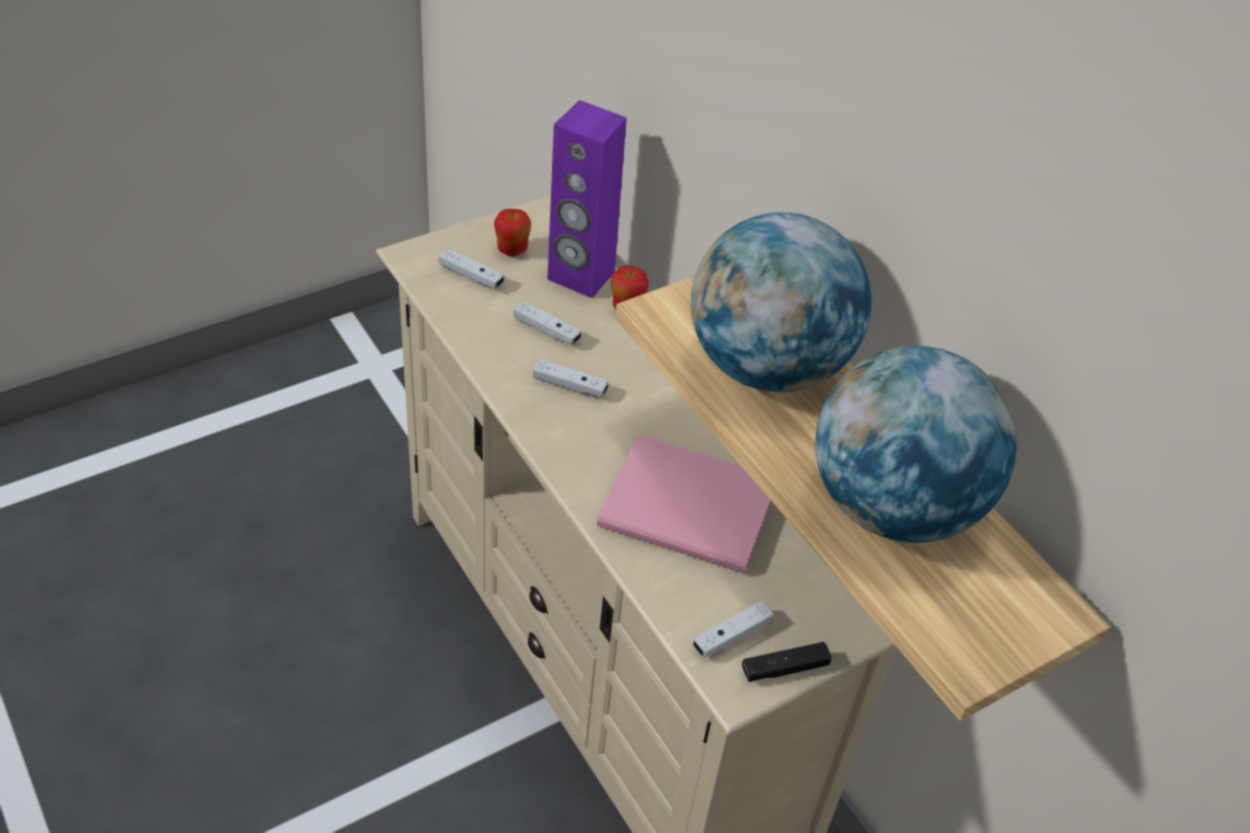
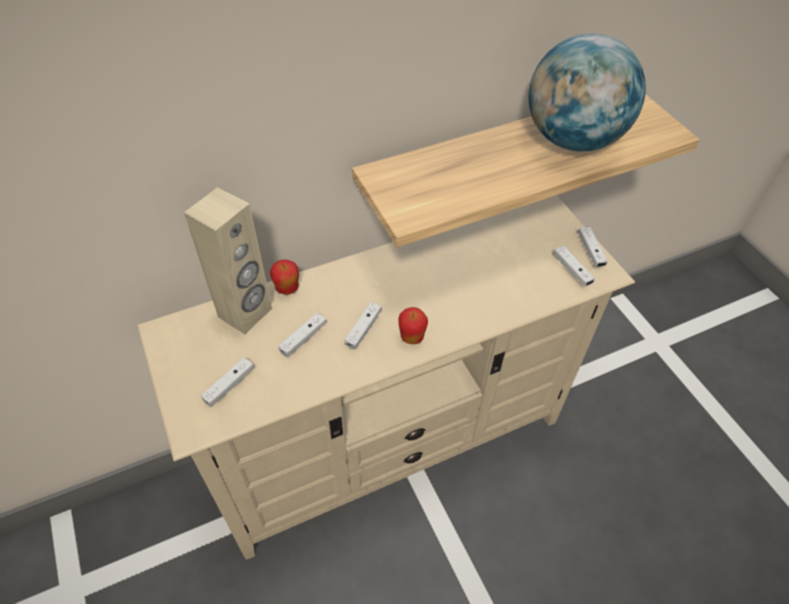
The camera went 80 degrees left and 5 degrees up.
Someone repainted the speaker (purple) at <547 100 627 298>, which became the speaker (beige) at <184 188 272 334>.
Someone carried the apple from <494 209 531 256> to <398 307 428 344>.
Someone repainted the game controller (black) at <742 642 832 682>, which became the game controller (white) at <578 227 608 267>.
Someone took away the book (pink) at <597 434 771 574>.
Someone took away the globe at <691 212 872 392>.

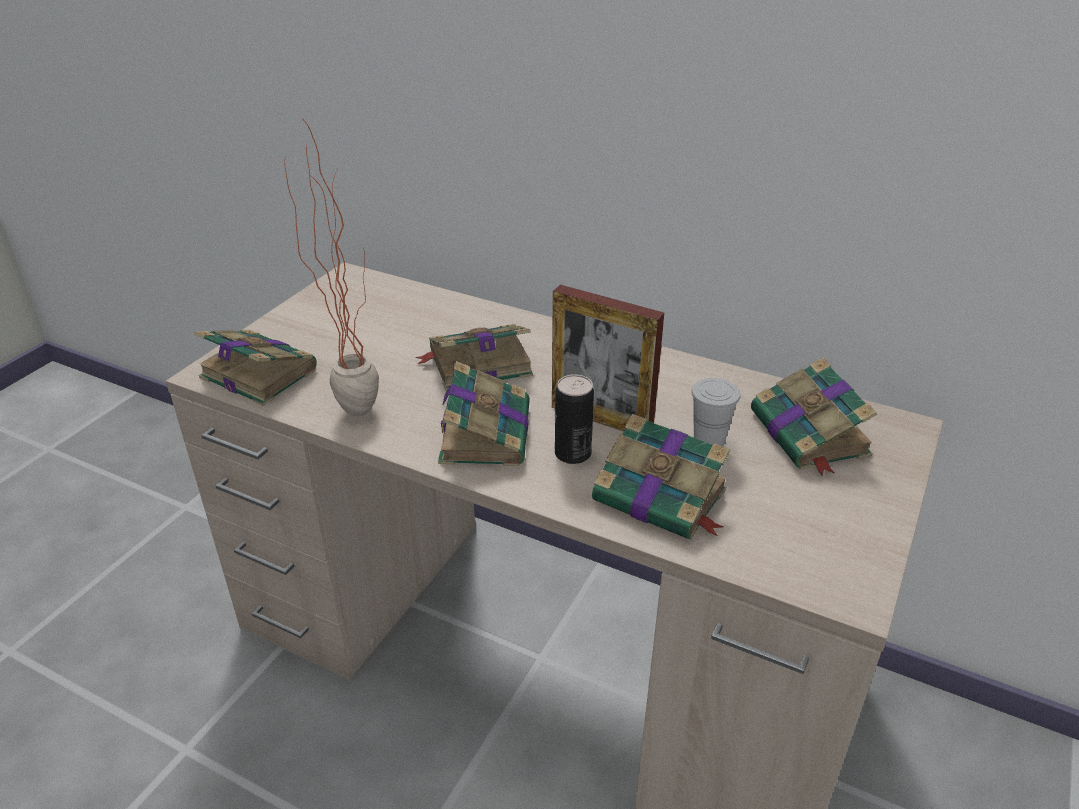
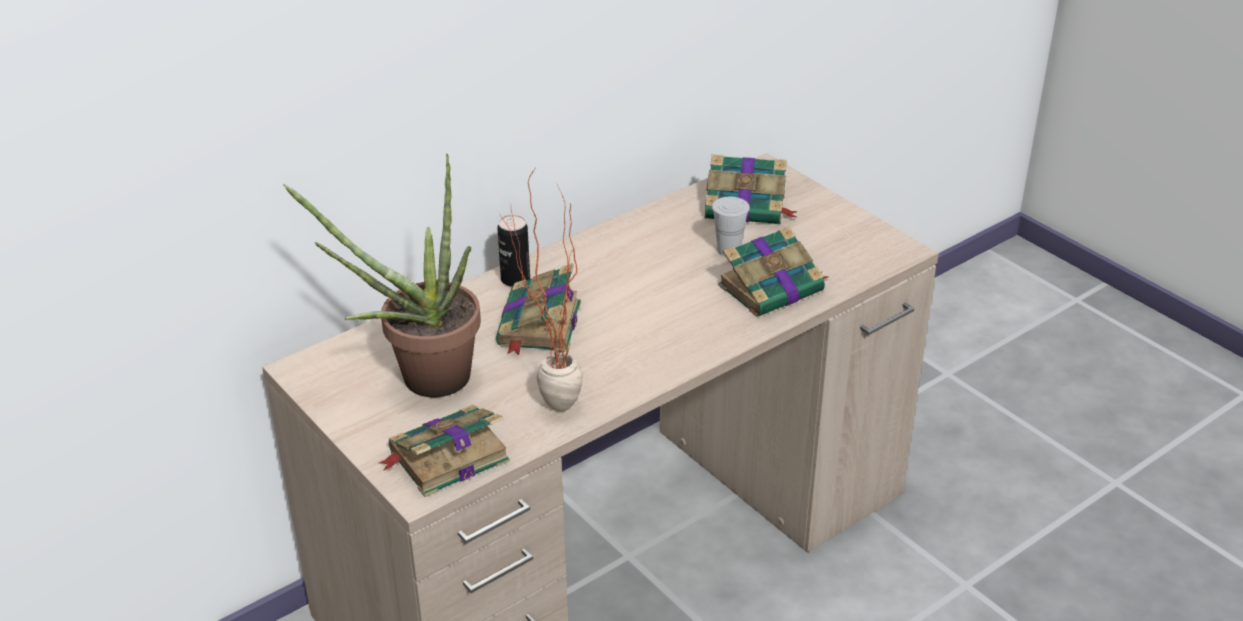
The camera went 65 degrees left and 0 degrees up.
Someone put down the potted plant at <283 154 481 397>.
Someone carried the can from <555 374 594 464> to <497 215 530 287>.
Someone took away the book at <438 361 530 466>.
Someone took away the picture frame at <552 285 664 431>.

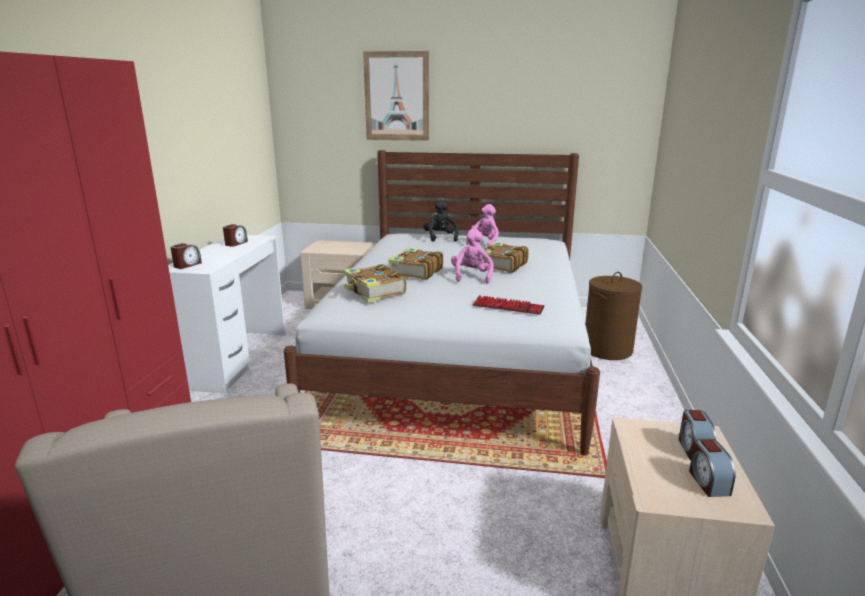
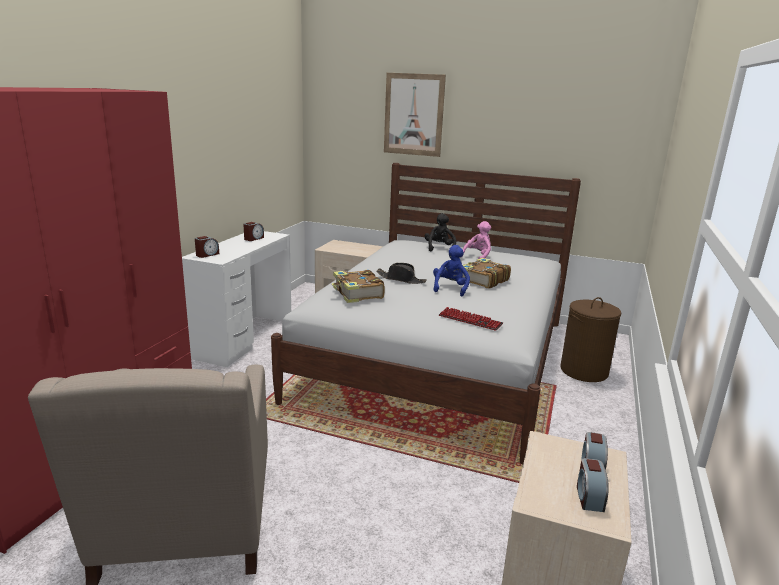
The camera went 10 degrees right and 0 degrees up.
Someone swapped the book at <388 248 444 280> for the hat (black) at <377 263 427 284>.
Someone repainted the plush toy (pink) at <451 228 494 284>, which became the plush toy (blue) at <433 245 470 296>.

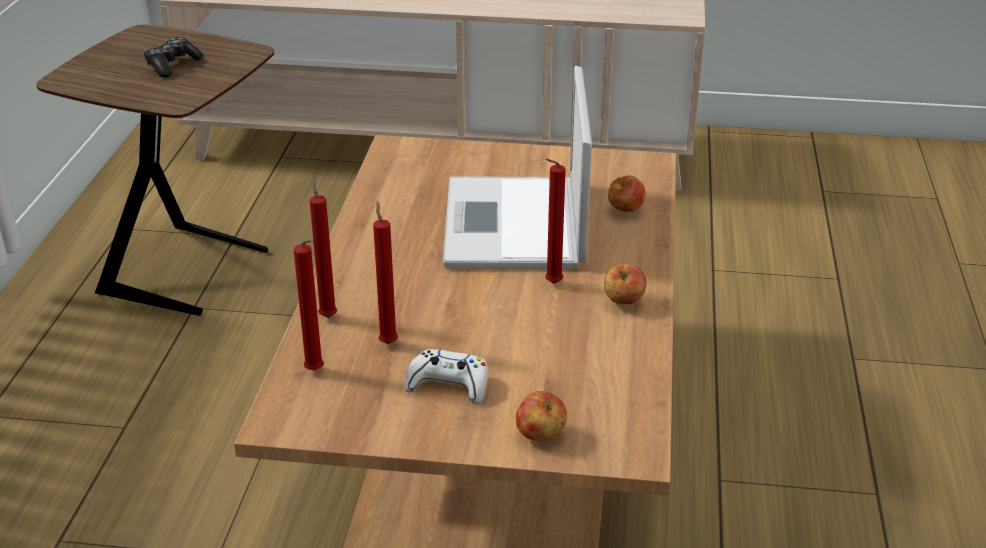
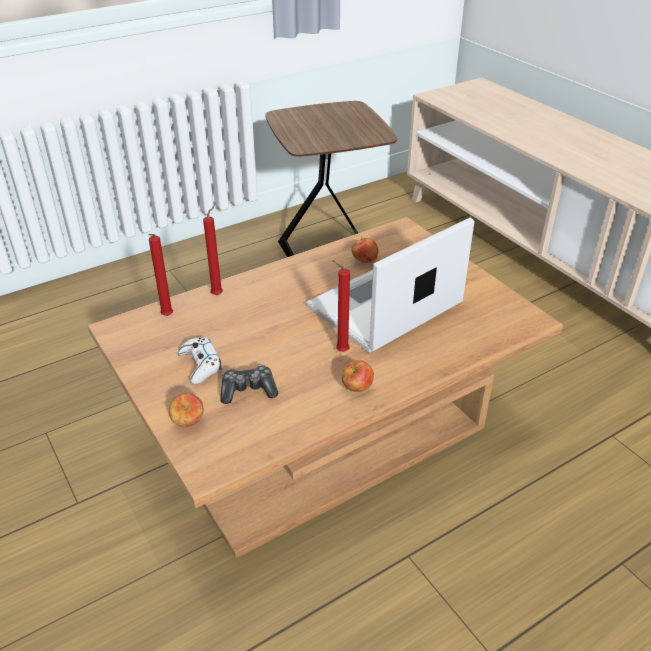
The camera went 50 degrees right and 5 degrees up.
Someone carried the game controller from <143 37 204 78> to <220 365 278 404>.
Someone carried the apple from <608 176 646 212> to <351 236 378 263>.
Someone took away the candle (red) at <373 201 398 344>.

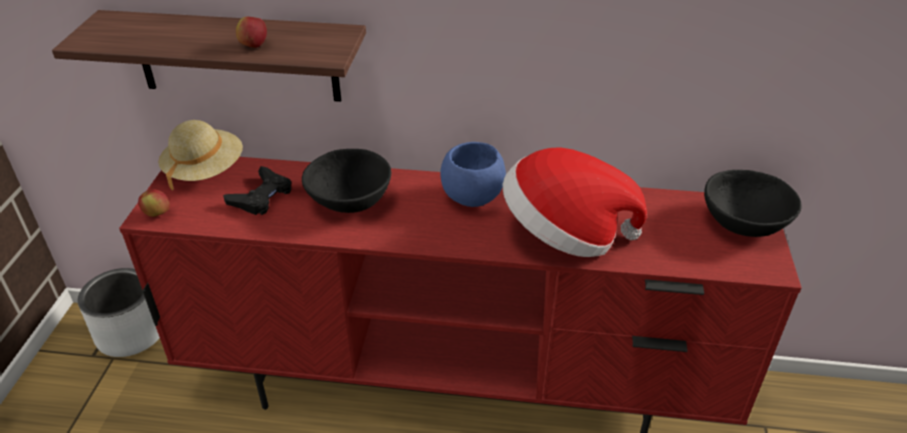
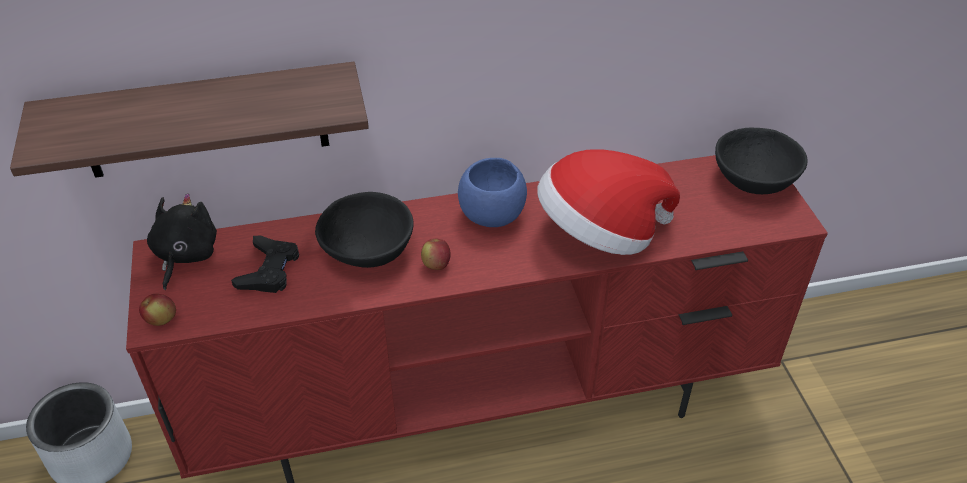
The camera went 20 degrees left and 5 degrees up.
Someone swapped the hat (beige) at <158 120 243 191> for the plush toy (black) at <147 193 217 290>.
Someone carried the apple from <236 17 267 48> to <421 239 451 270>.

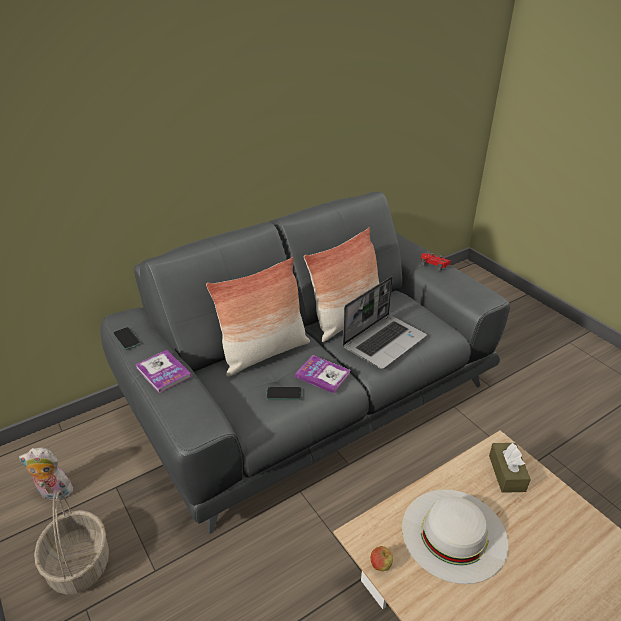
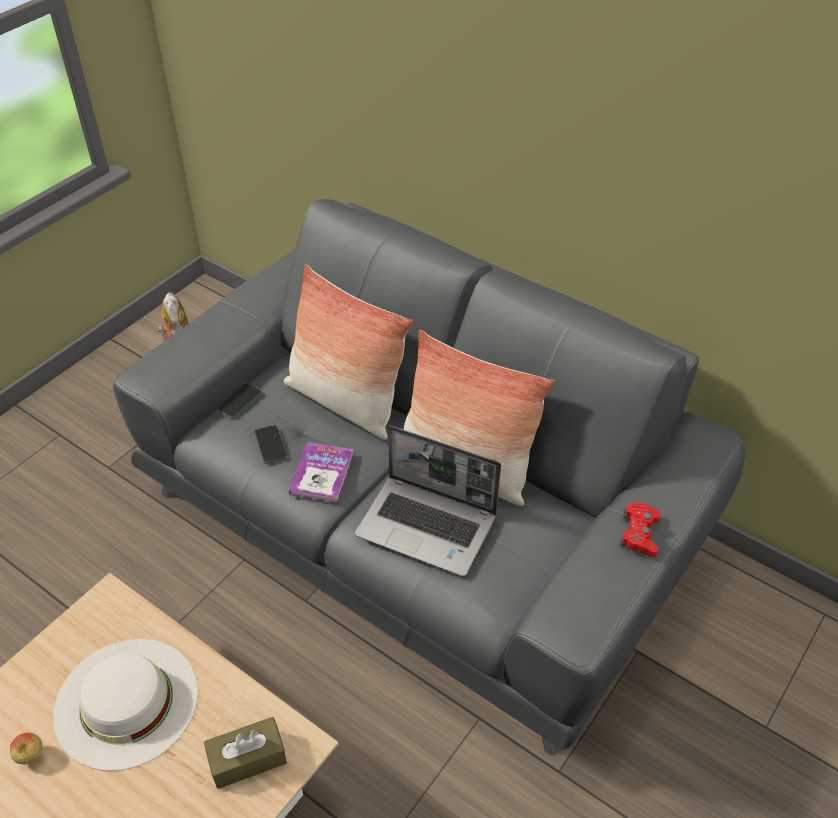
The camera went 70 degrees right and 10 degrees up.
Someone carried the apple from <371 546 393 571> to <10 732 42 764>.
Someone carried the phone from <113 327 141 350> to <217 383 262 419>.
Someone took away the basket at <34 491 109 594>.
Someone took away the book at <135 350 192 393>.

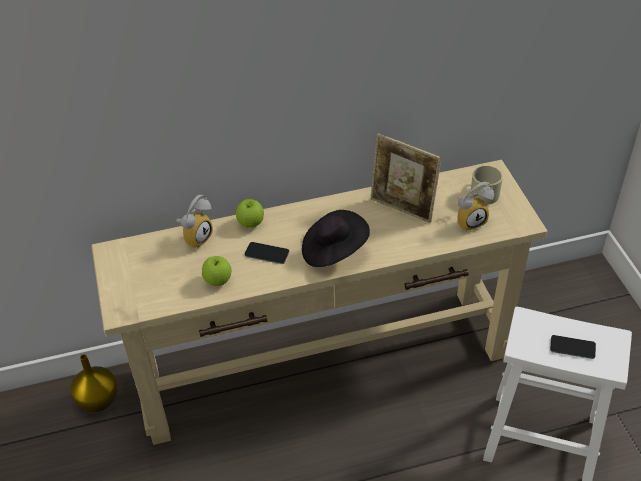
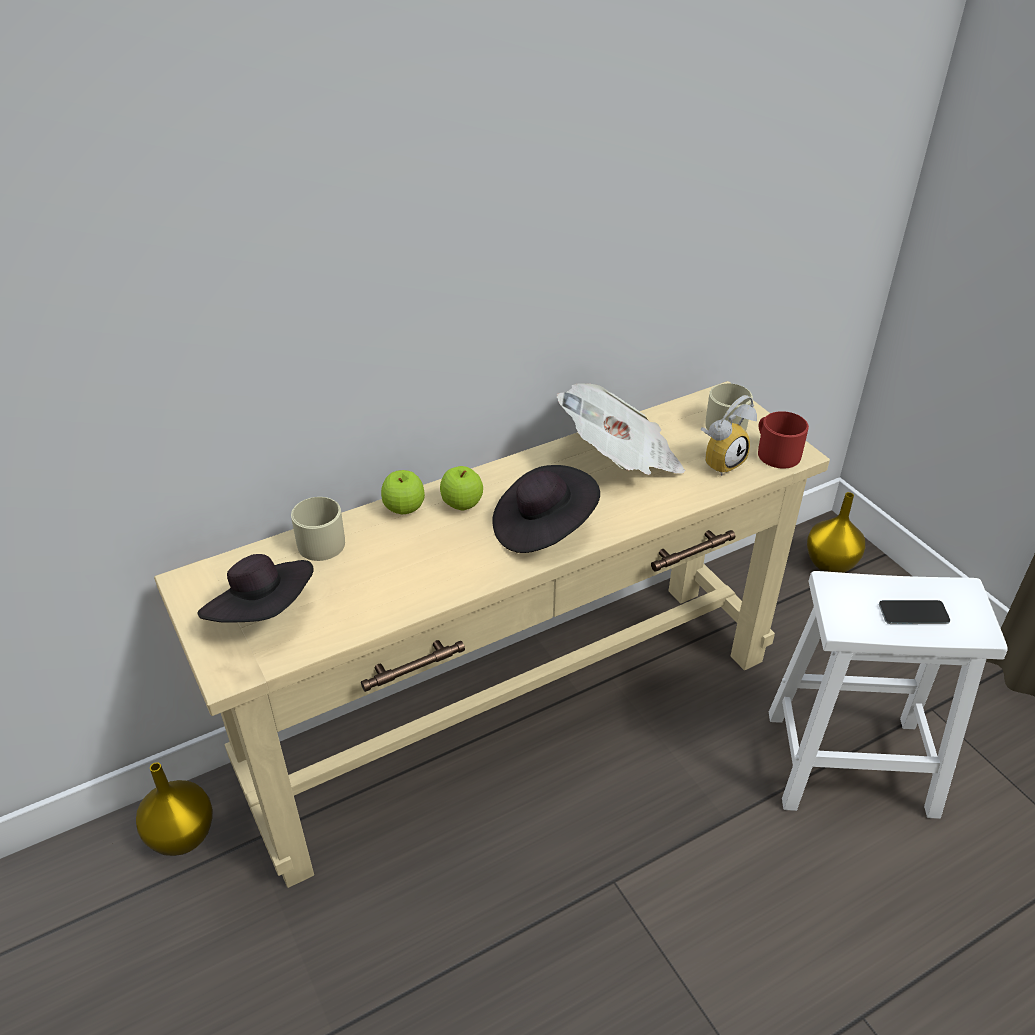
The camera went 15 degrees left and 5 degrees down.
Someone put down the hat (black) at <197 554 314 623>.
Someone swapped the alarm clock at <176 195 213 249> for the mug (beige) at <291 497 345 561>.
Someone carried the apple from <202 256 231 286> to <440 466 483 510>.
Someone swapped the picture frame at <371 133 442 223> for the newspaper at <557 383 685 475>.
Someone put down the mug (red) at <758 411 809 469>.
Someone put down the vase (yellow) at <807 492 865 573>.
Someone took away the phone at <244 242 289 264>.

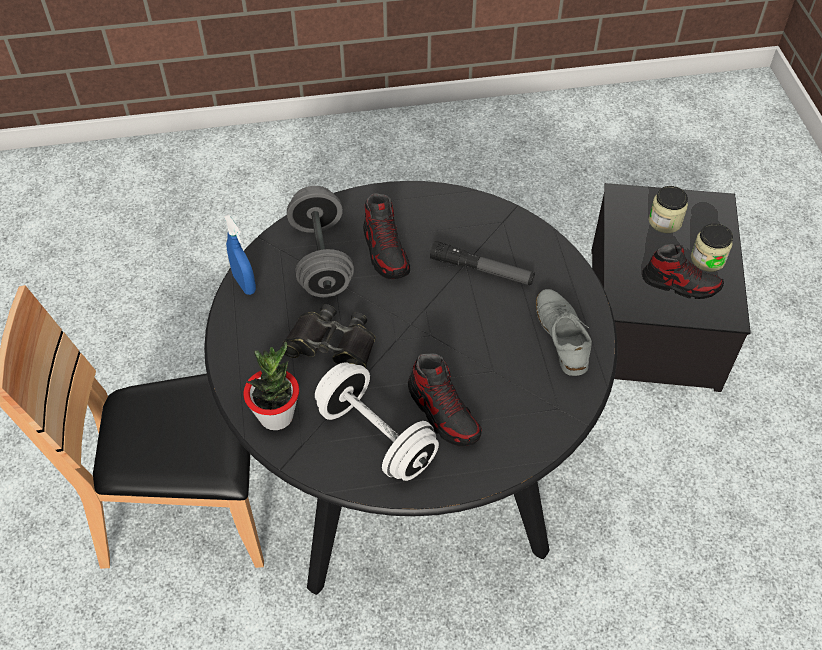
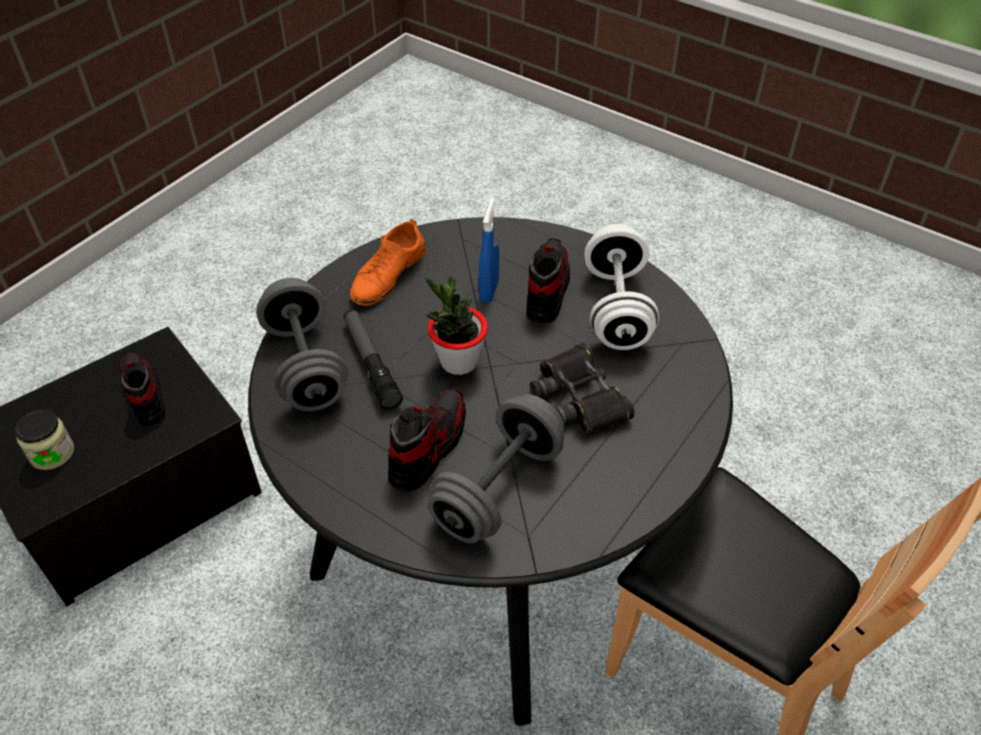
The camera went 135 degrees left and 5 degrees down.
Someone put down the dumbbell (grey) at <256 278 348 411>.
Someone repainted the shoe (grey) at <536 289 592 376>, which became the shoe (orange) at <350 219 426 306>.
Someone carried the potted plant from <243 342 299 430> to <425 275 488 375>.
Someone carried the spray bottle (blue) from <224 214 256 295> to <479 198 499 303>.
Someone took away the jar at <691 223 733 272>.

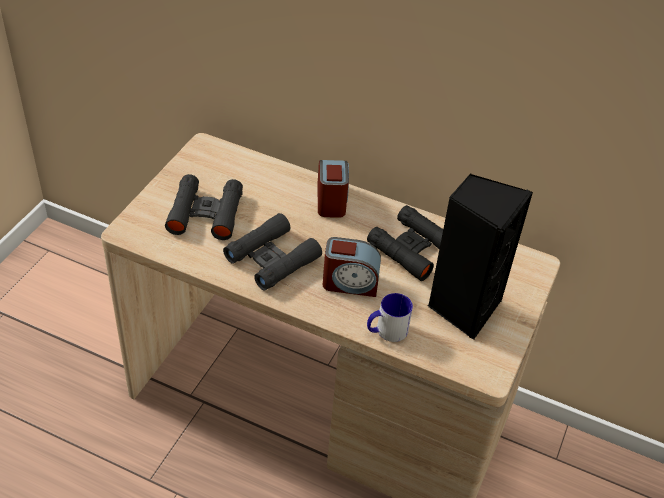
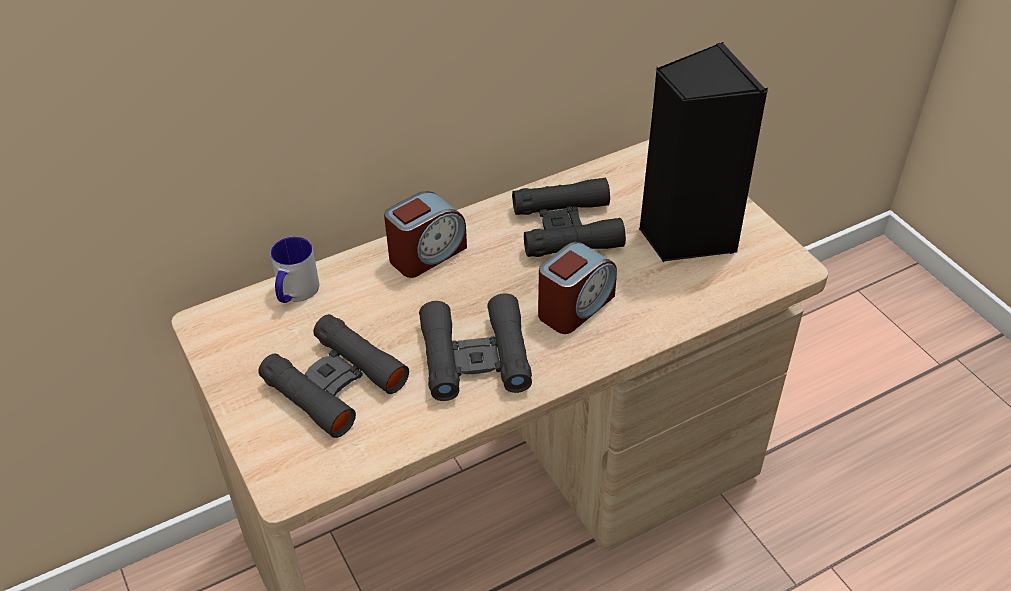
The camera went 50 degrees left and 0 degrees up.
Someone carried the mug from <367 293 413 342> to <270 237 319 303>.
Someone rotated the alarm clock at <318 160 349 218> by 105 degrees clockwise.

